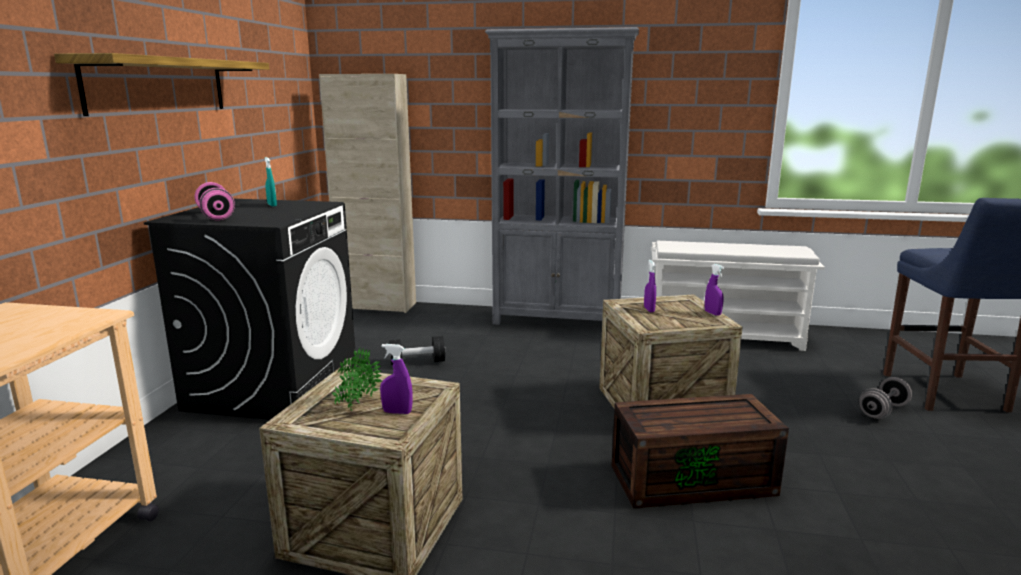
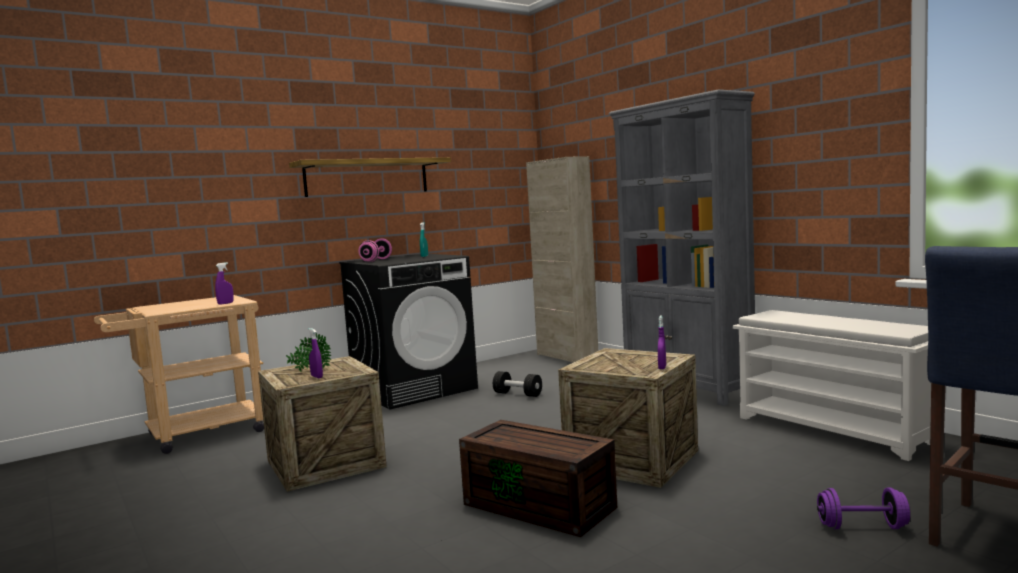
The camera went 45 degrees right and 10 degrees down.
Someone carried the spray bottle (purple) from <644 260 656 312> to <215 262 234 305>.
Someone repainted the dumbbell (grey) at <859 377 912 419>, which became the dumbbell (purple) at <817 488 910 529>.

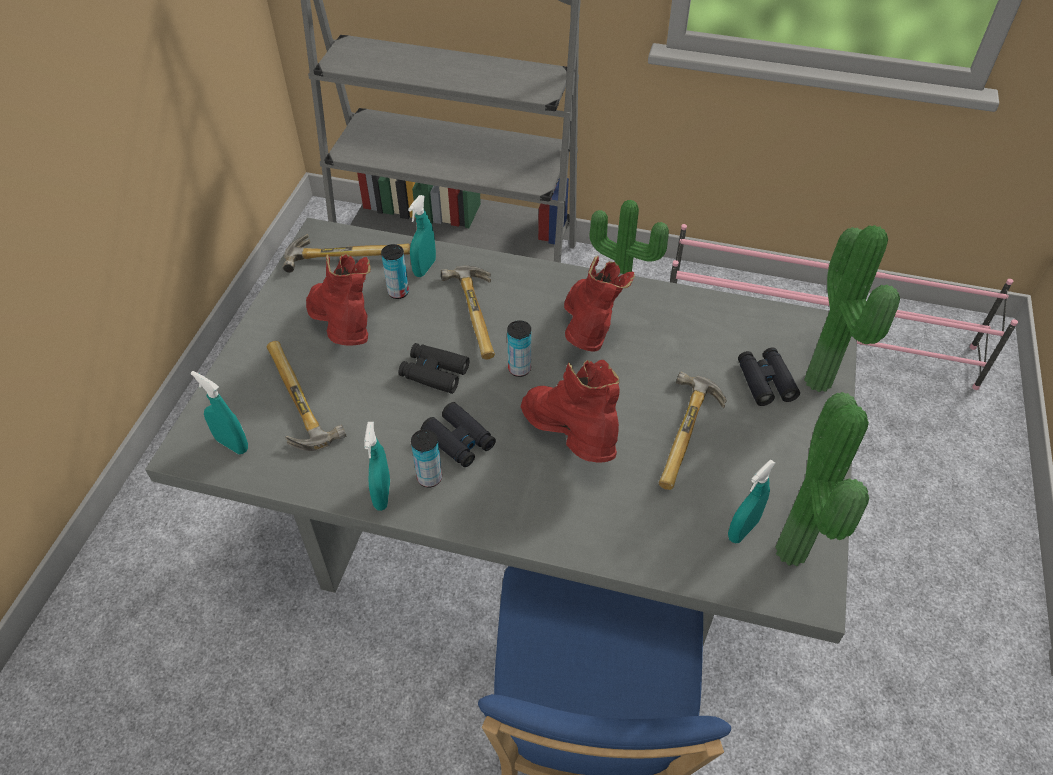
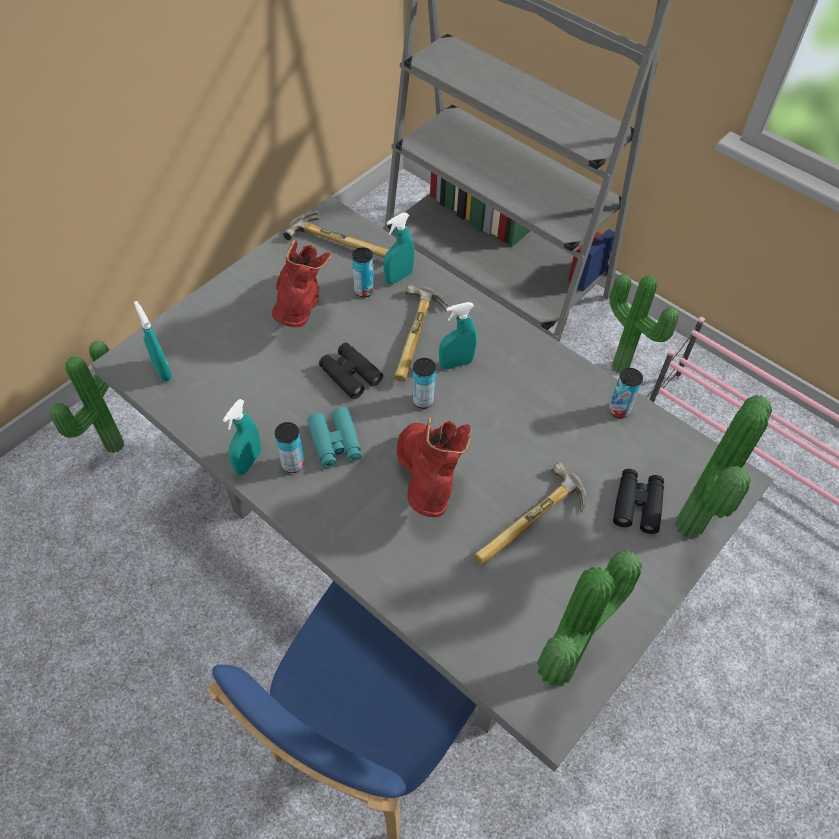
The camera went 25 degrees right and 5 degrees up.
Someone put down the potted plant at <50 340 125 453>.
Someone repainted the binoculars (black) at <421 402 496 467>, which became the binoculars (turquoise) at <307 407 362 468>.
Someone carried the spray bottle (turquoise) from <728 459 775 543> to <439 302 477 369>.
Someone put down the can at <609 368 643 418>.
Someone took away the hammer at <267 341 346 451>.
Someone took away the boot (red) at <564 256 635 352>.

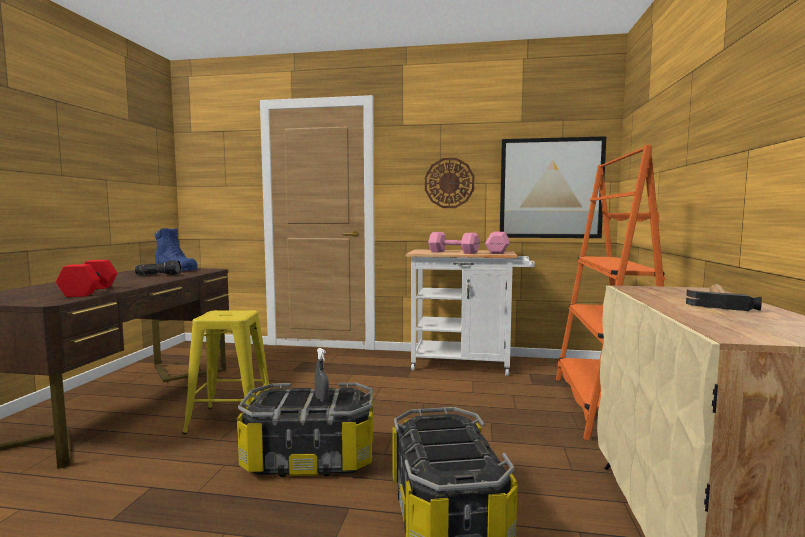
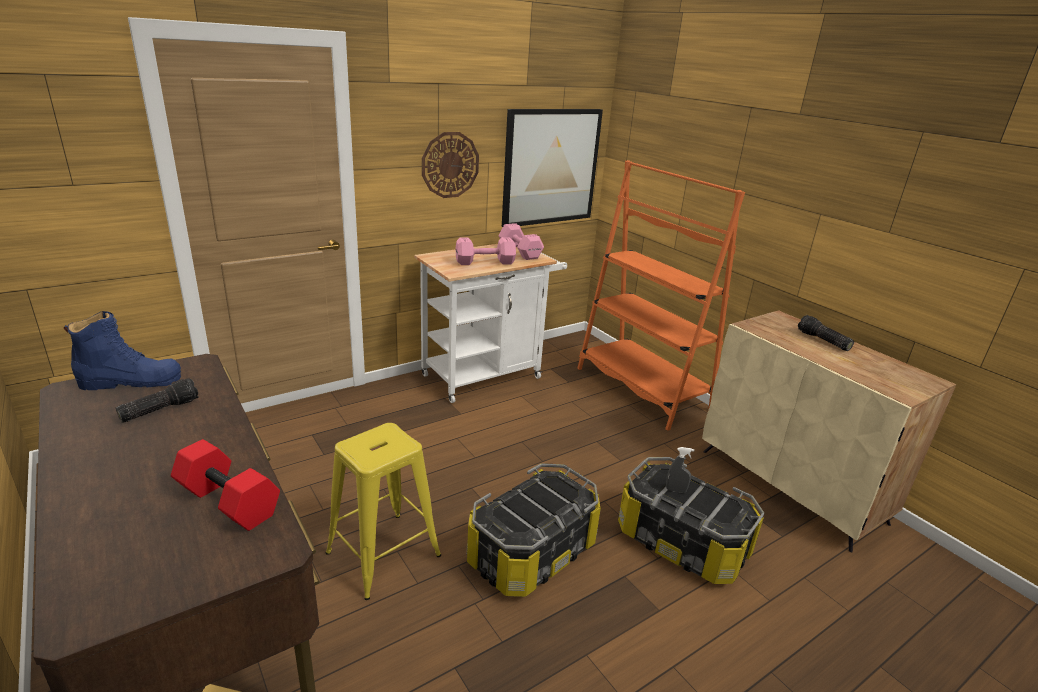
The camera went 45 degrees left and 20 degrees up.
Someone carried the spray bottle (grey) from <315 348 329 402> to <666 447 694 493>.
Someone swapped the hammer at <686 284 762 311> for the flashlight at <798 315 854 351>.

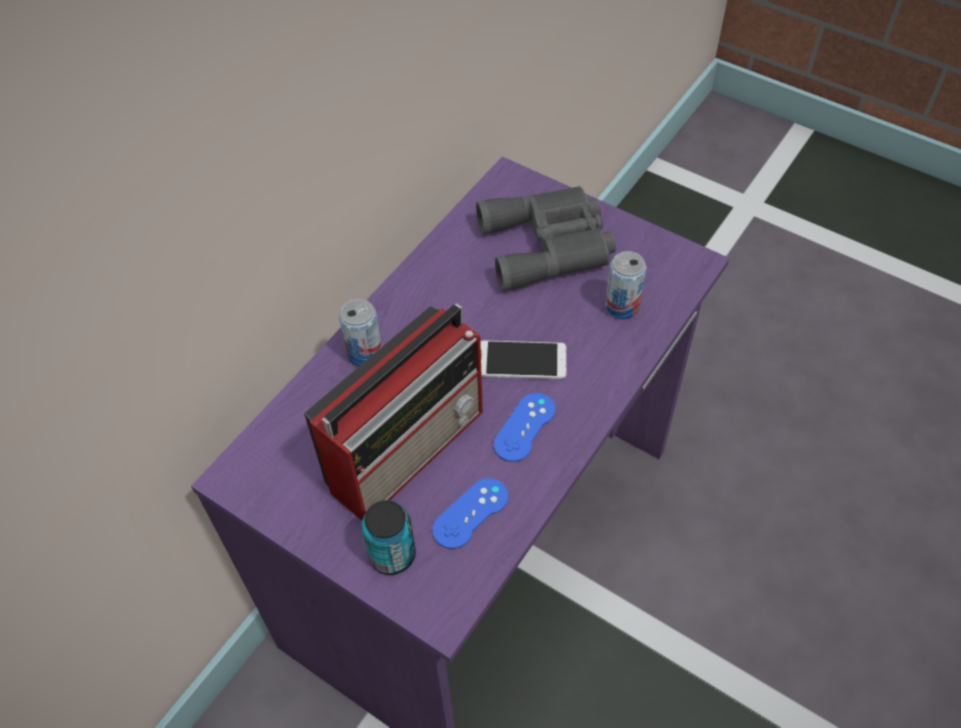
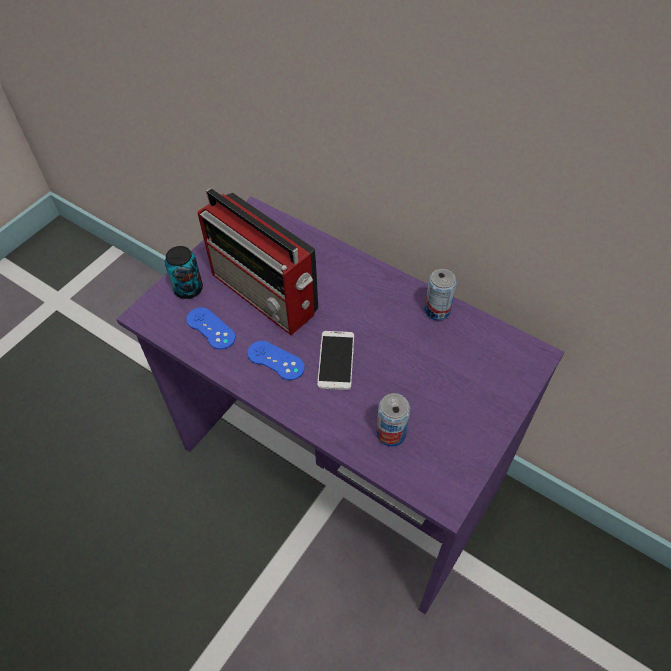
The camera went 90 degrees right and 0 degrees up.
Someone carried the can from <339 299 382 367> to <424 269 457 321>.
Someone took away the binoculars (grey) at <476 186 616 291>.

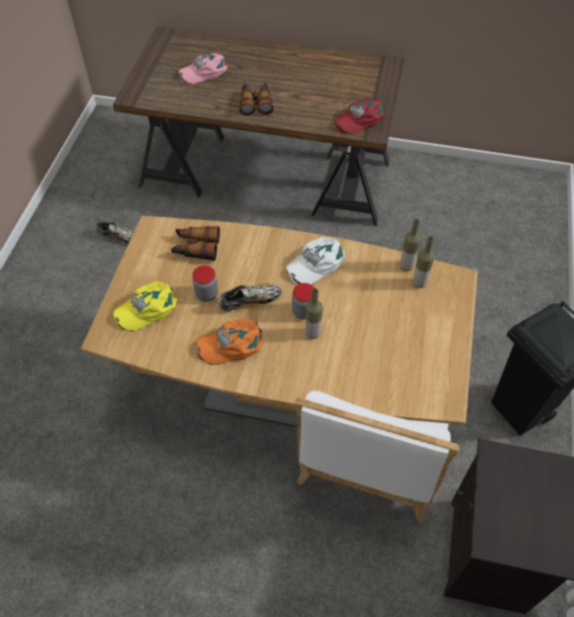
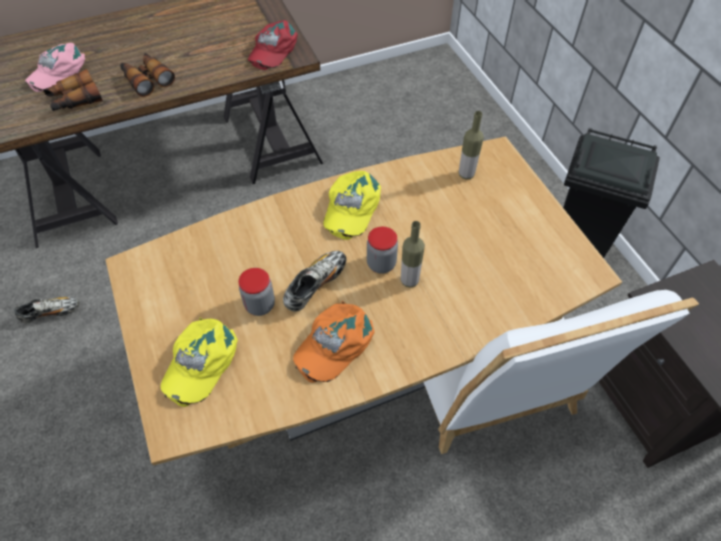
The camera went 35 degrees left and 0 degrees up.
Someone carried the binoculars from <171 226 220 261> to <43 69 103 111>.
Someone repainted the cap (white) at <286 237 345 284>, which became the cap (yellow) at <323 171 381 240>.
Someone took away the bottle at <400 219 421 271>.

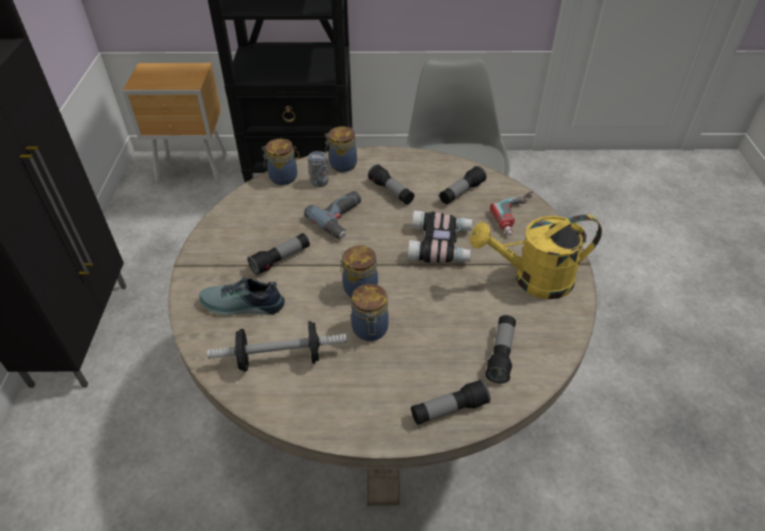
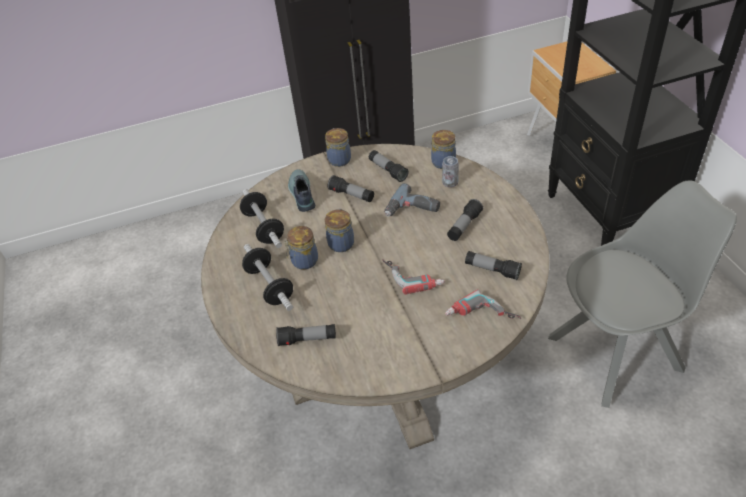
The camera went 75 degrees right and 0 degrees up.
Someone put down the dumbbell at <242 244 293 311>.
Someone carried the jar from <325 126 357 172> to <325 128 351 167>.
Someone carried the flashlight from <411 379 490 425> to <369 150 409 182>.
Someone swapped the binoculars at <407 210 473 263> for the power drill at <382 259 445 294>.
Someone took away the watering can (yellow) at <470 215 602 299>.

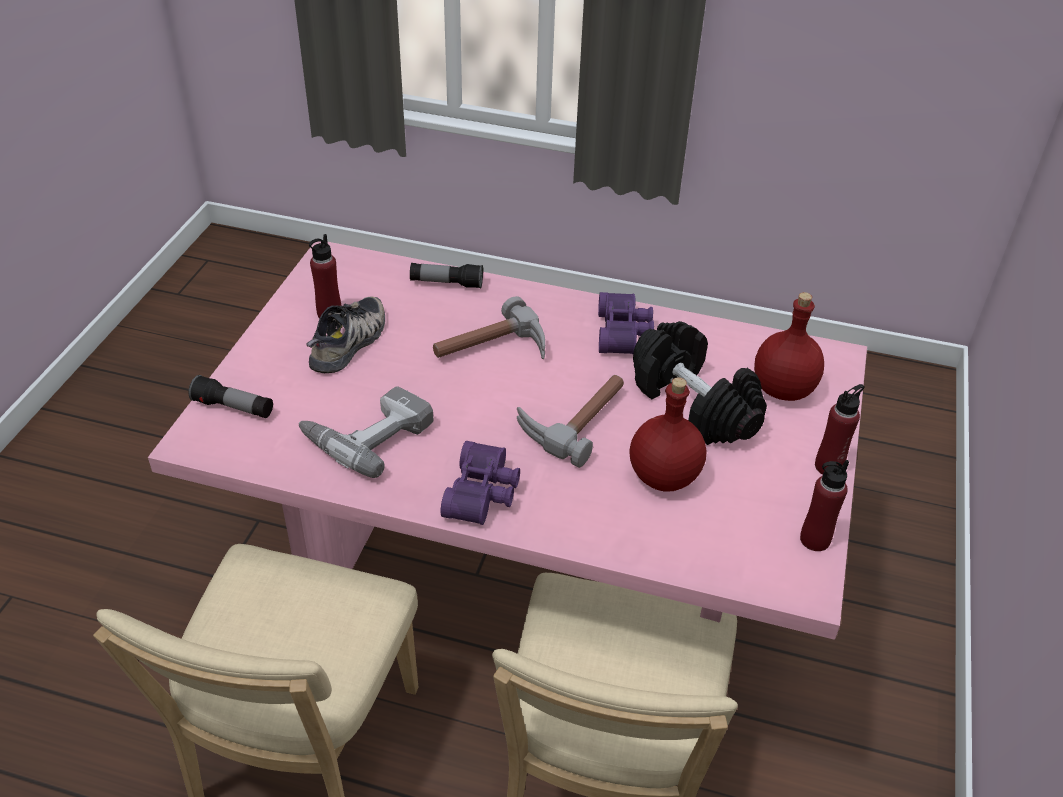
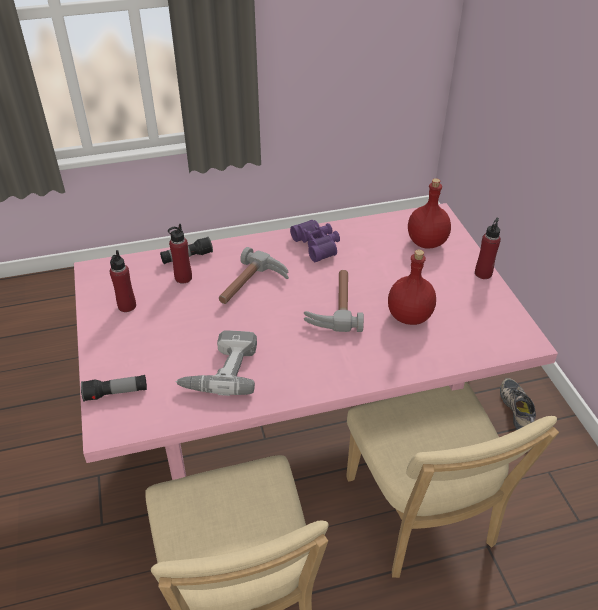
The camera went 30 degrees left and 0 degrees up.
Someone carried the bottle (red) from <800 460 849 551> to <168 224 192 284>.
Someone carried the shoe from <307 296 385 374> to <500 378 536 430>.
Someone took away the binoculars (purple) at <441 441 520 525>.
Someone took away the dumbbell (black) at <633 321 767 445>.

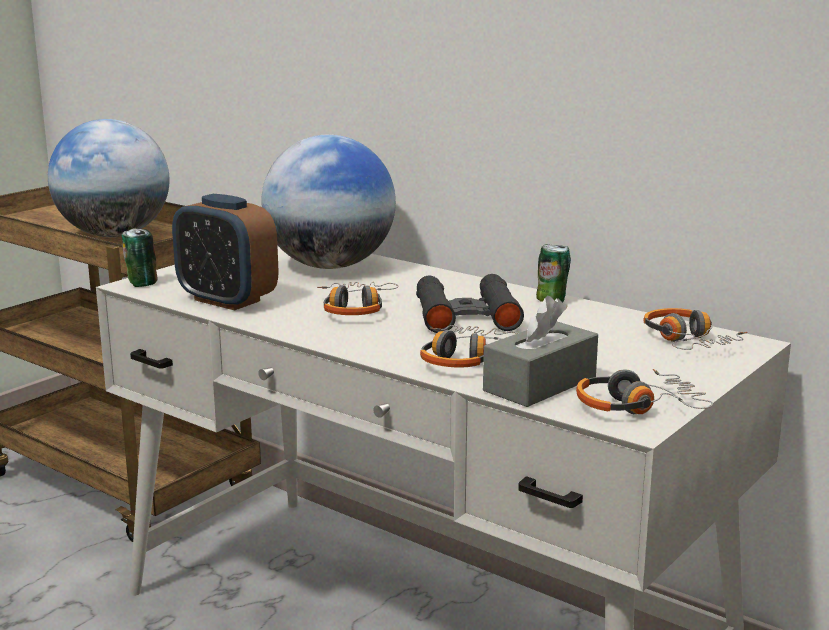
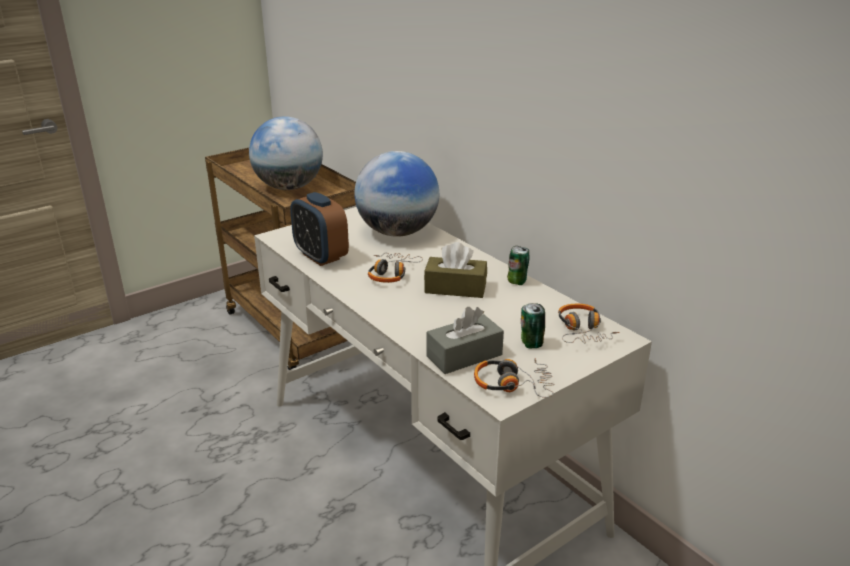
The camera went 15 degrees right and 10 degrees up.
Someone swapped the binoculars (black) at <416 274 524 333> for the tissue box (brown) at <424 242 487 298>.
Someone carried the can from <122 229 157 287> to <521 303 545 348>.
Someone took away the headphones at <420 325 518 368>.

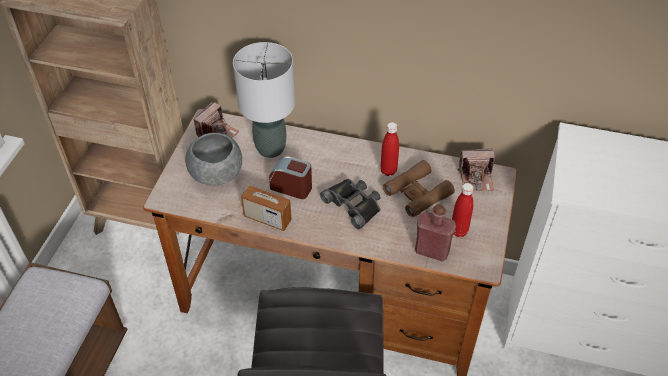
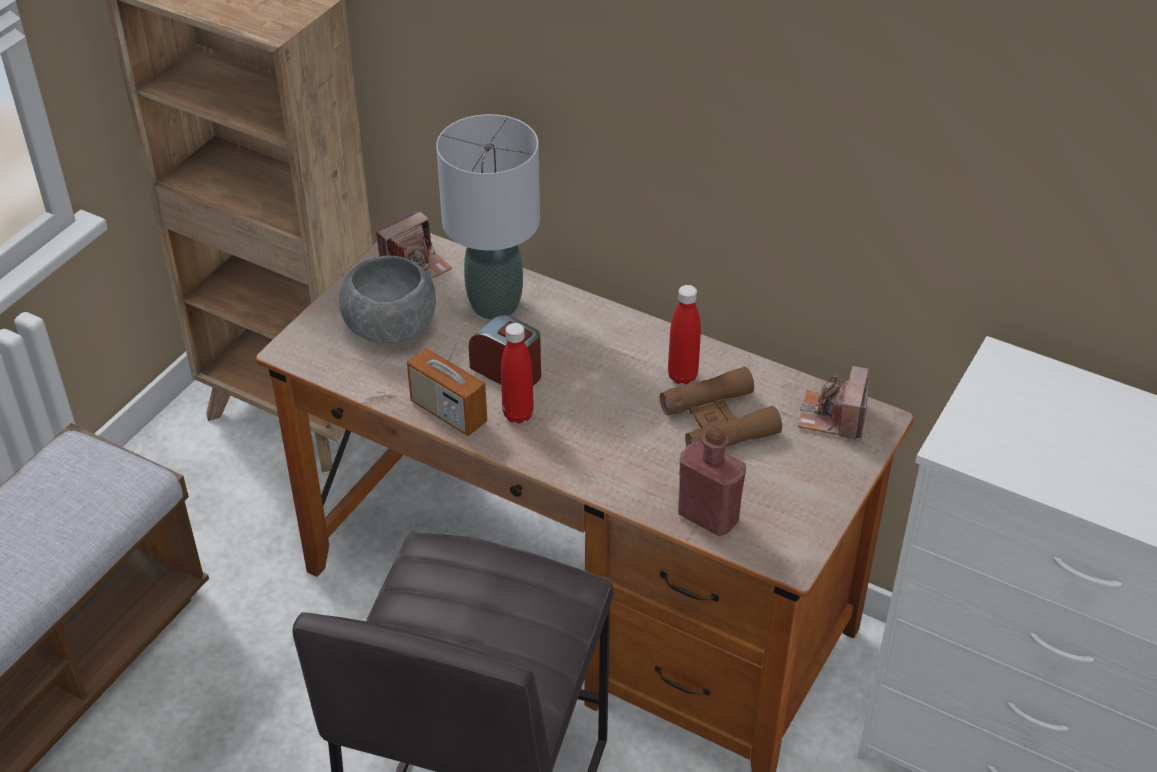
The camera went 15 degrees right and 5 degrees down.
Someone carried the bottle (red) from <452 183 474 237> to <501 323 534 424>.
Someone rotated the photo camera at <458 149 495 191> by 90 degrees clockwise.
Someone took away the binoculars (black) at <320 179 381 230>.

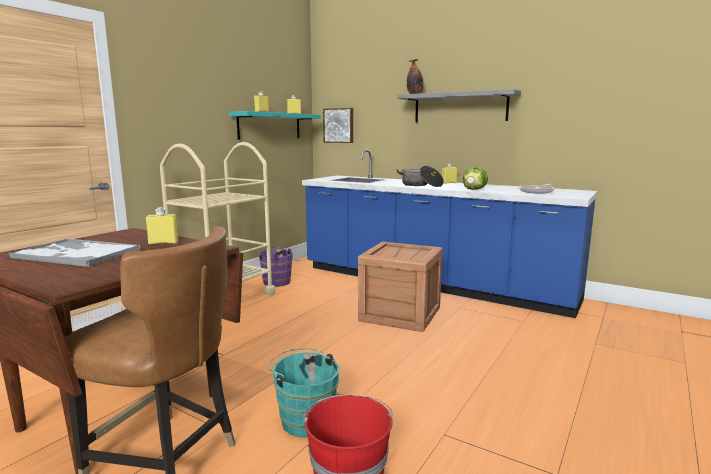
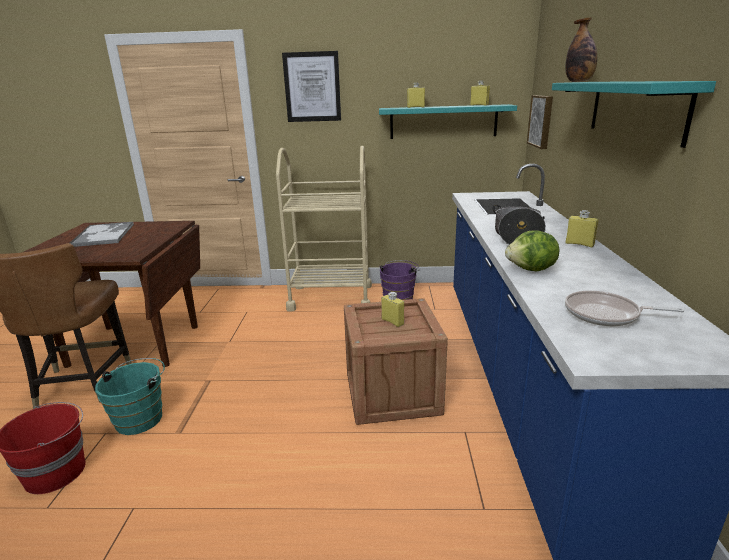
The camera went 60 degrees right and 10 degrees up.
Someone put up the picture at <282 51 341 122>.
Someone carried the bottle (yellow) from <146 207 178 245> to <381 292 404 327>.
Someone repainted the shelf (grey) at <397 89 521 122>, which became the shelf (turquoise) at <552 81 716 148>.

